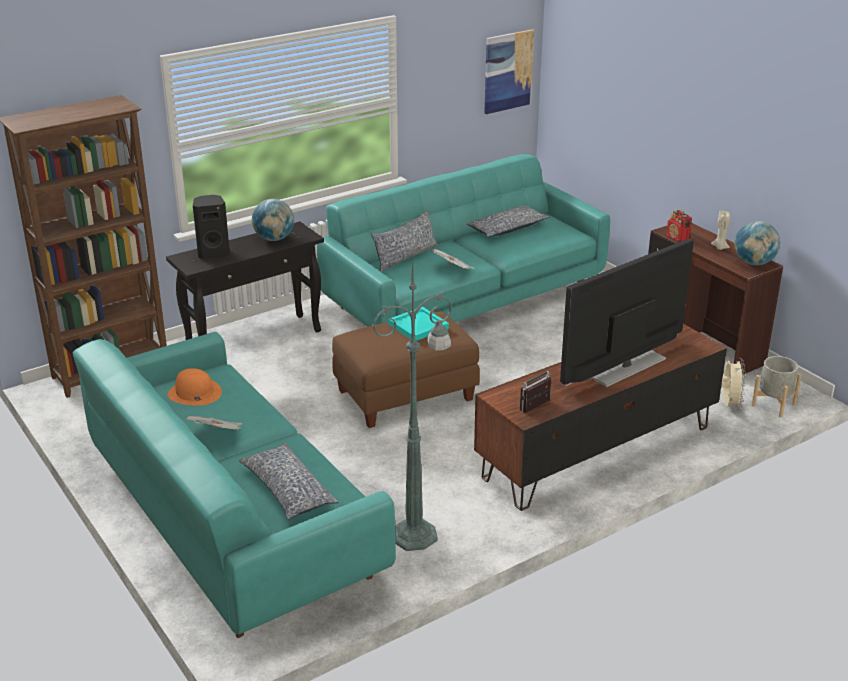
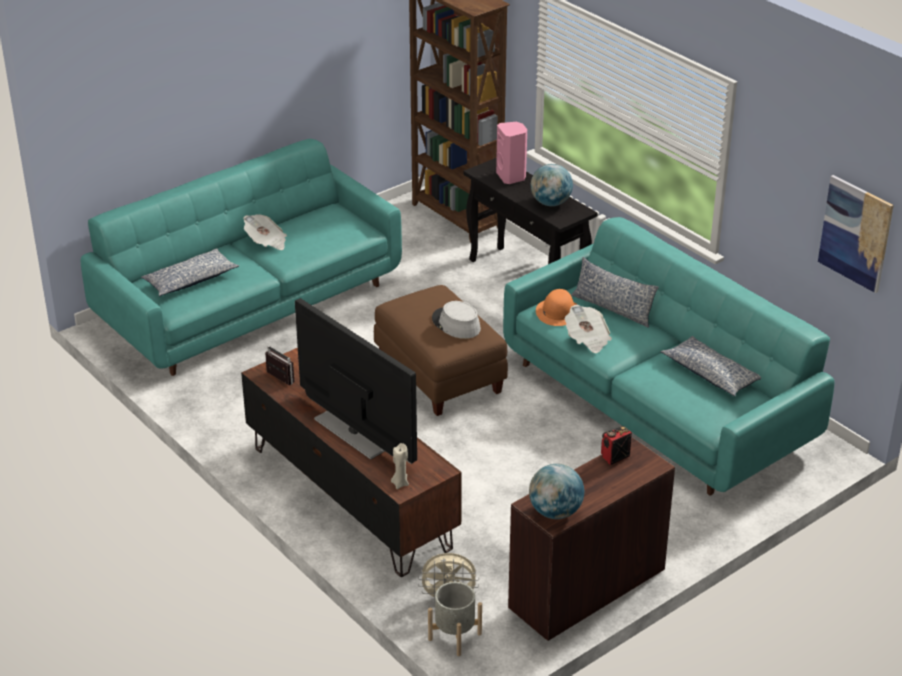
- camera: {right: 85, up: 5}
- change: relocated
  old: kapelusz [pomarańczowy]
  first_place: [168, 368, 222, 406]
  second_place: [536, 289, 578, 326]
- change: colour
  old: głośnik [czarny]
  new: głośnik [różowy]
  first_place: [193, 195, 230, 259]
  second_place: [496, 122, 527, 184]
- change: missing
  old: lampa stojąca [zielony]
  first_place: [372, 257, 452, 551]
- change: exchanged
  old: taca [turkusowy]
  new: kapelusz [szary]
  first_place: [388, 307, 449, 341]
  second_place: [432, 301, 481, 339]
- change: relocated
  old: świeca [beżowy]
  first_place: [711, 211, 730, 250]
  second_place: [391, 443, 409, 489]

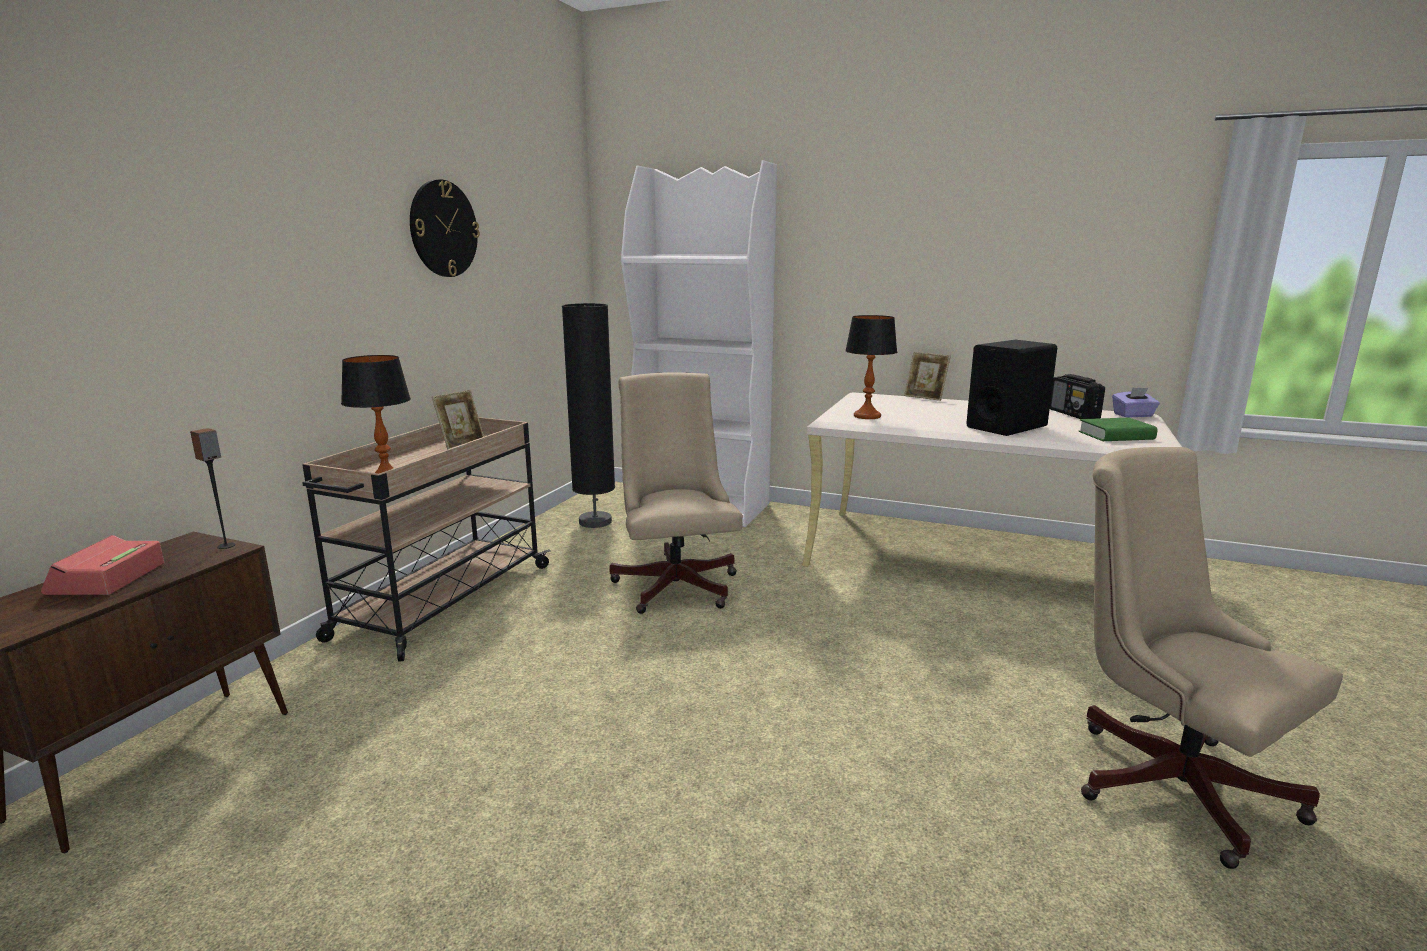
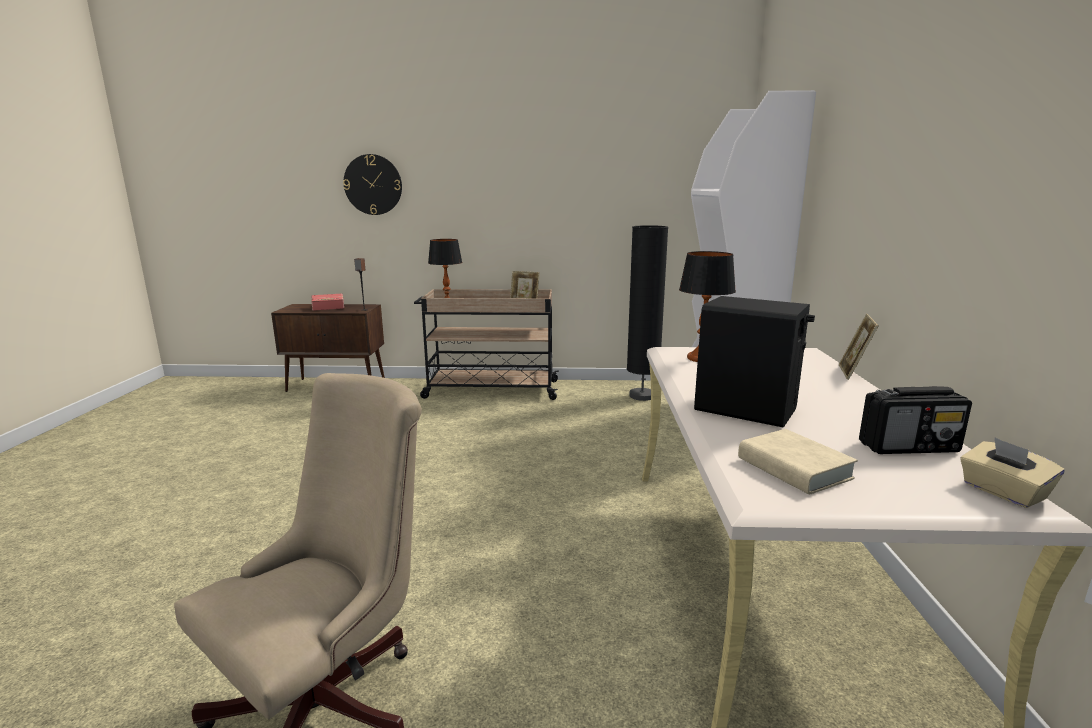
- camera: {right: 70, up: 0}
- change: relocated
  old: zegar ścienny
  first_place: [410, 179, 480, 277]
  second_place: [343, 154, 402, 215]
- change: missing
  old: krzesło biurowe [beżowy]
  first_place: [609, 372, 743, 614]
- change: spun
  old: radio
  first_place: [1050, 374, 1105, 419]
  second_place: [859, 386, 972, 454]
  degrees: -150
- change: colour
  old: książka [zielony]
  new: książka [beżowy]
  first_place: [1079, 418, 1158, 441]
  second_place: [738, 429, 858, 494]
- change: colour
  old: pudełko chusteczek [fioletowy]
  new: pudełko chusteczek [beżowy]
  first_place: [1112, 388, 1160, 418]
  second_place: [960, 437, 1065, 508]

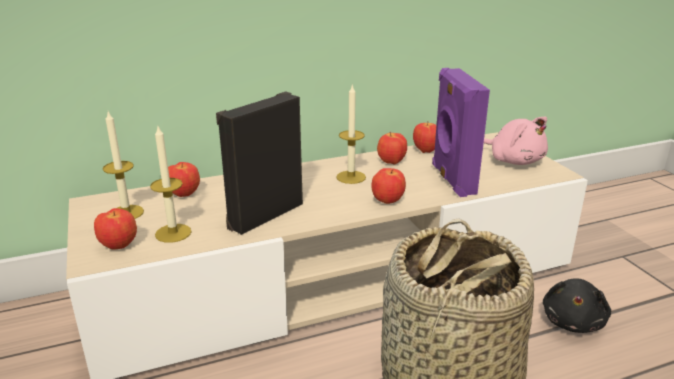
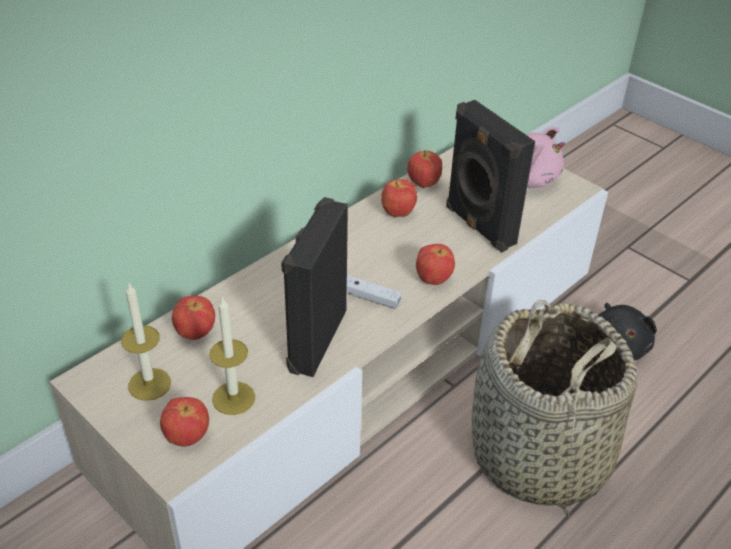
- camera: {right: -25, up: 15}
- change: missing
  old: świeca
  first_place: [336, 84, 366, 184]
- change: colour
  old: głośnik [fioletowy]
  new: głośnik [czarny]
  first_place: [432, 68, 490, 197]
  second_place: [446, 100, 535, 252]
- change: appeared
  new: pad do gier [biały]
  second_place: [347, 275, 402, 309]

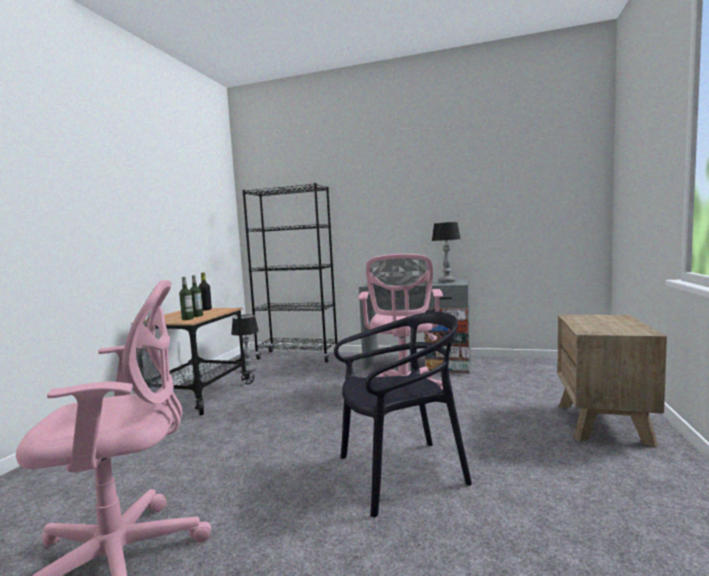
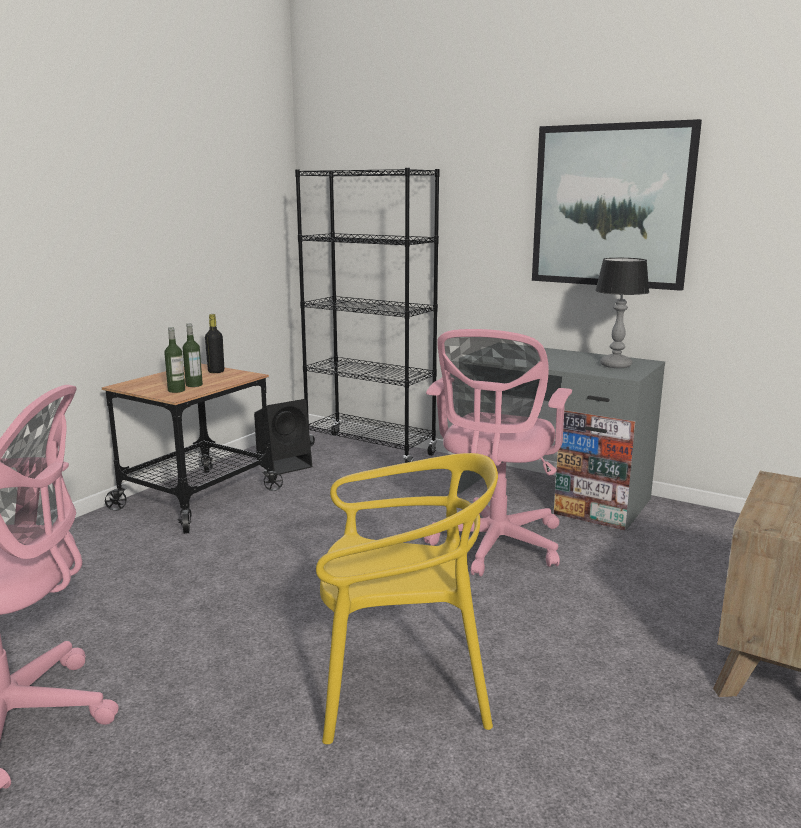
- camera: {right: 15, up: 10}
- change: exchanged
  old: lampa stołowa
  new: głośnik [czarny]
  first_place: [231, 314, 259, 373]
  second_place: [254, 399, 312, 475]
- change: colour
  old: krzesło [czarny]
  new: krzesło [żółty]
  first_place: [334, 311, 472, 517]
  second_place: [316, 453, 498, 744]
- change: appeared
  new: obraz
  second_place: [532, 119, 702, 291]

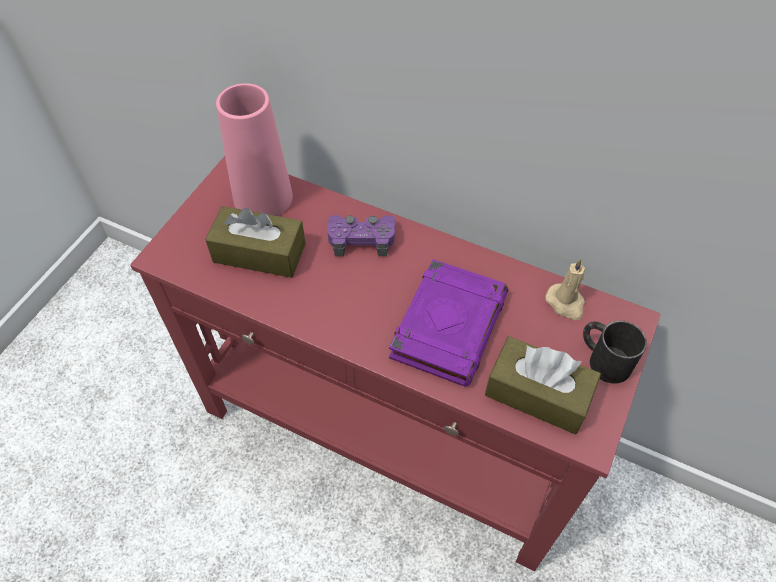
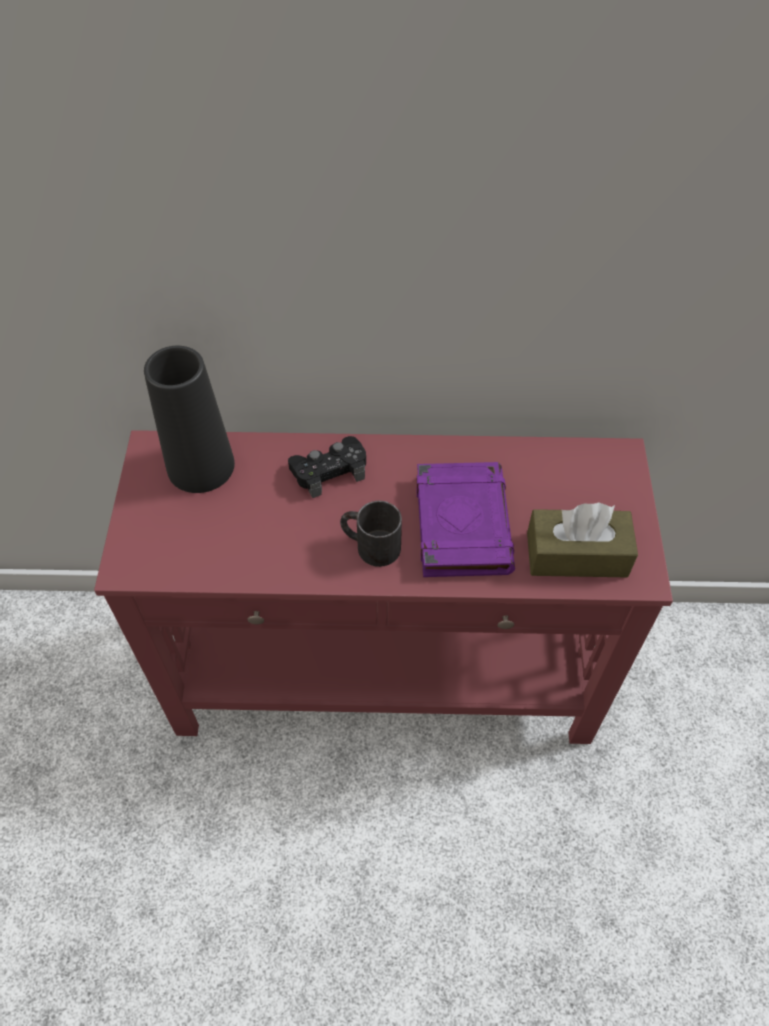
- camera: {right: -25, up: 0}
- change: missing
  old: pudełko chusteczek [brązowy]
  first_place: [205, 206, 306, 278]
- change: colour
  old: wazon [różowy]
  new: wazon [czarny]
  first_place: [216, 83, 293, 216]
  second_place: [144, 346, 235, 493]
- change: colour
  old: pad do gier [fioletowy]
  new: pad do gier [czarny]
  first_place: [327, 215, 395, 256]
  second_place: [288, 436, 366, 498]
- change: missing
  old: świeca [beżowy]
  first_place: [545, 259, 585, 320]
- change: relocated
  old: kubek [czarny]
  first_place: [583, 321, 647, 384]
  second_place: [340, 501, 402, 567]

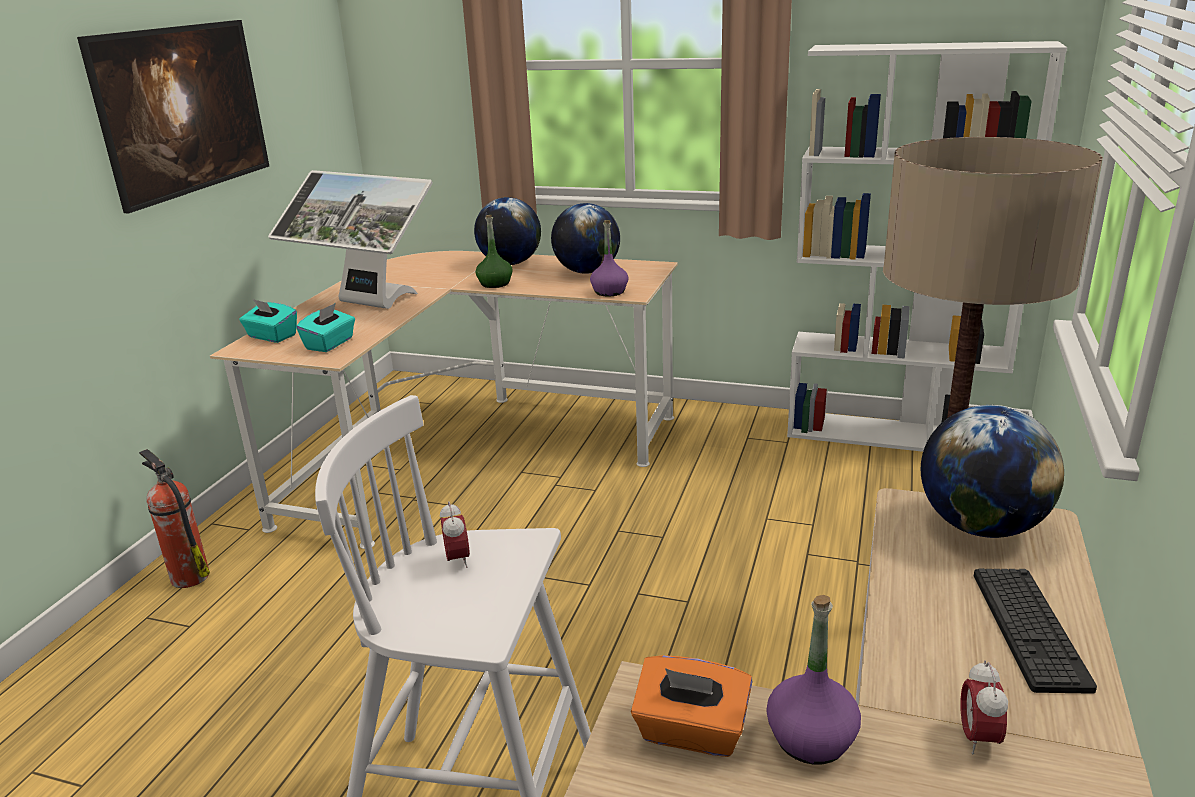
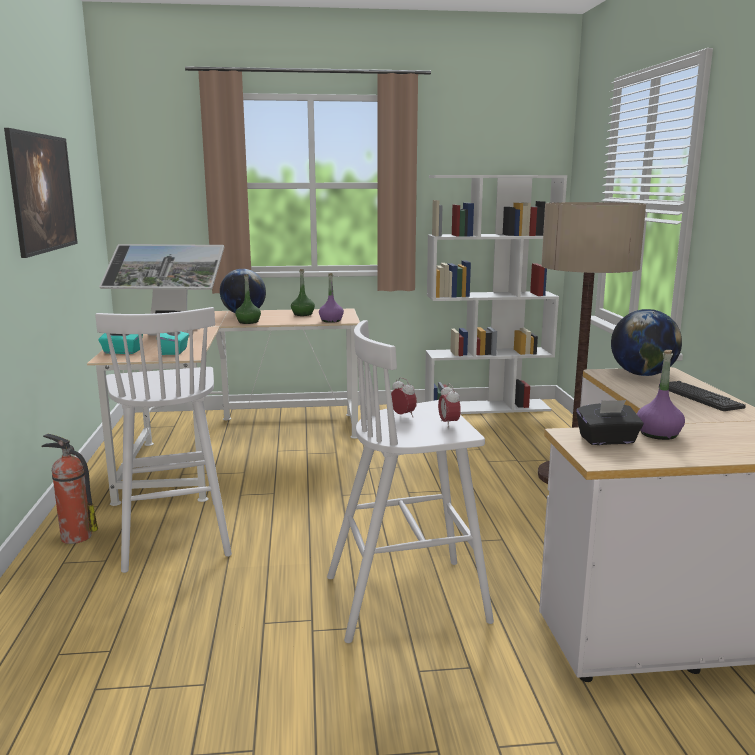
- camera: {right: -25, up: -10}
- change: exchanged
  old: globus
  new: butelka [zielony]
  first_place: [551, 203, 620, 274]
  second_place: [291, 269, 315, 316]
- change: colour
  old: pudełko chusteczek [pomarańczowy]
  new: pudełko chusteczek [czarny]
  first_place: [631, 655, 752, 757]
  second_place: [576, 400, 643, 445]
- change: relocated
  old: budzik
  first_place: [960, 660, 1008, 754]
  second_place: [438, 384, 461, 428]
- change: appeared
  new: stołek [biały]
  second_place: [95, 307, 232, 573]

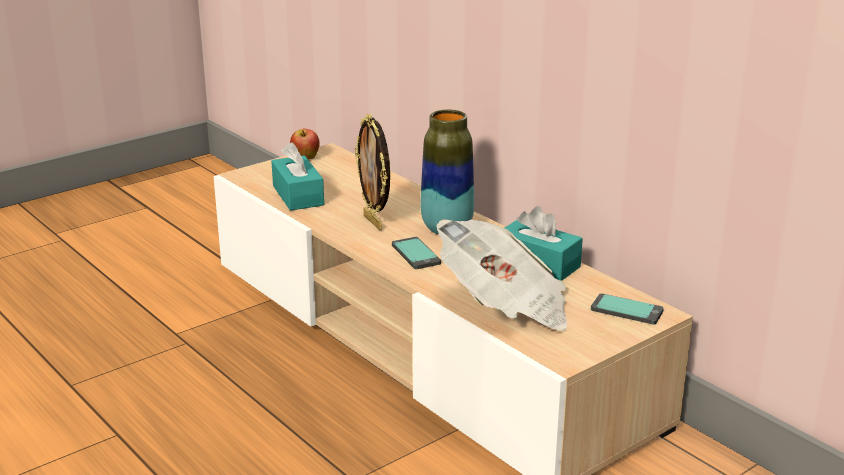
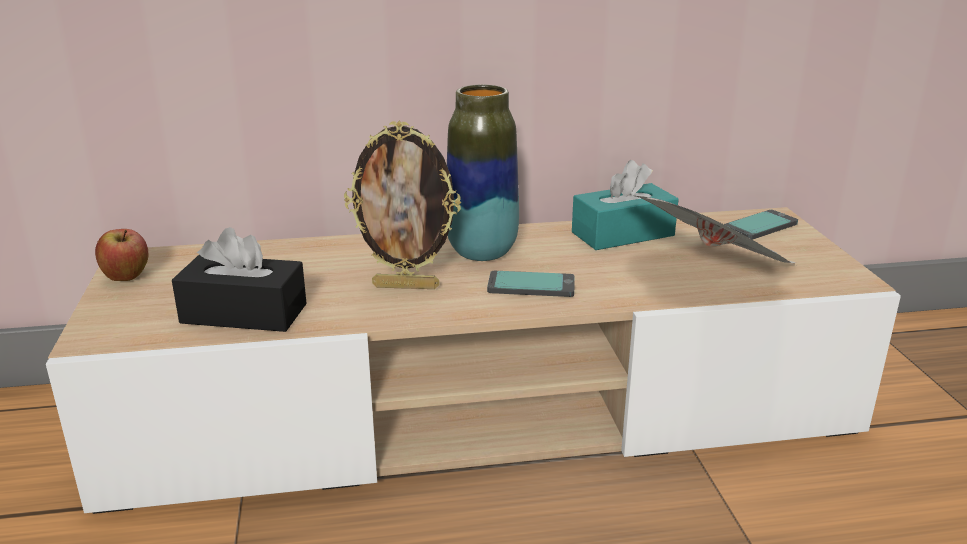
- camera: {right: -60, up: 0}
- change: colour
  old: pudełko chusteczek [turkusowy]
  new: pudełko chusteczek [czarny]
  first_place: [271, 142, 324, 211]
  second_place: [172, 227, 307, 332]

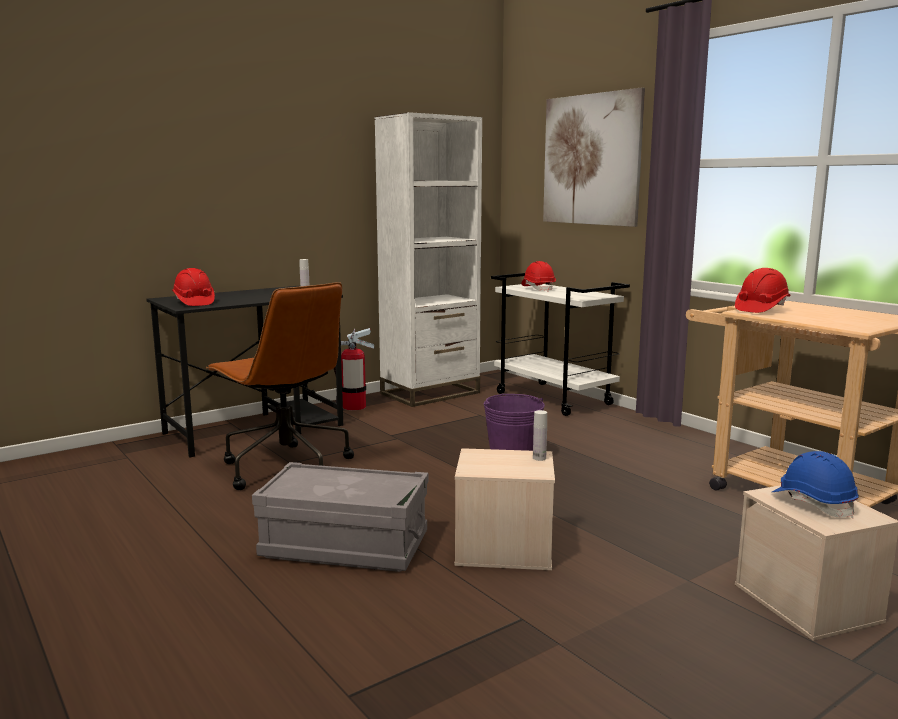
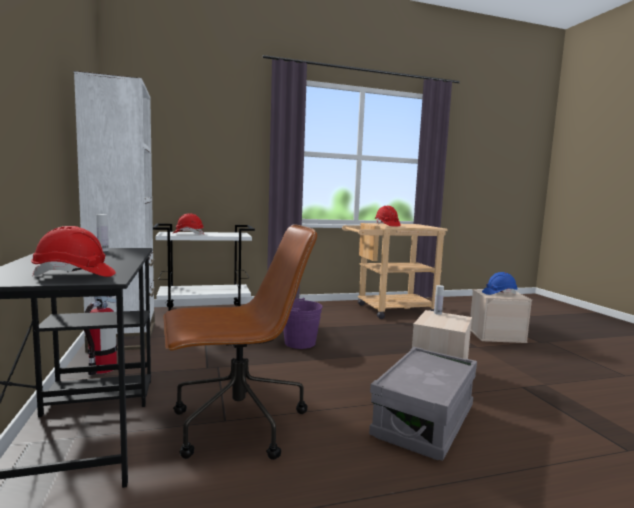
- camera: {right: -70, up: -5}
- change: missing
  old: obraz
  first_place: [543, 87, 645, 227]

